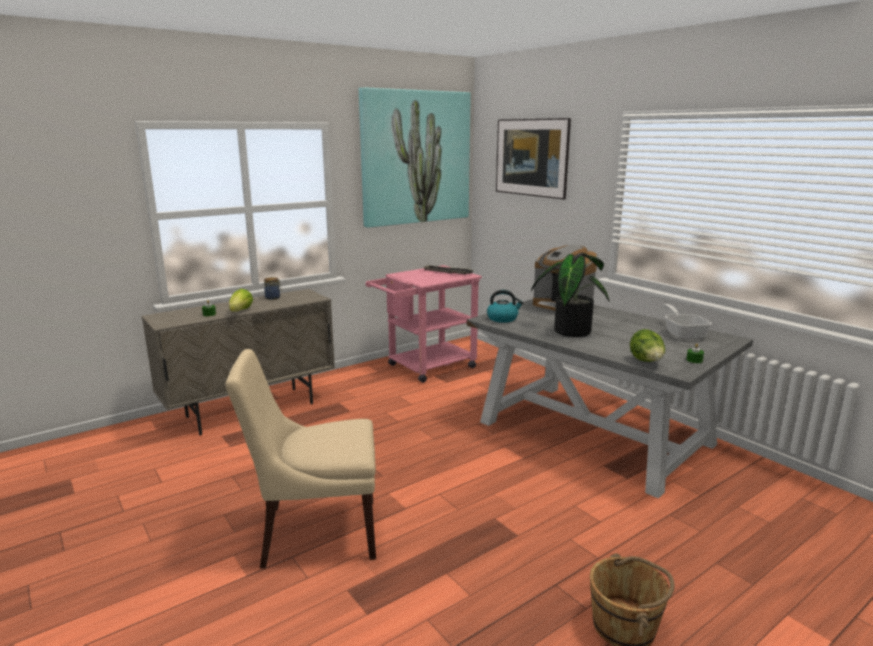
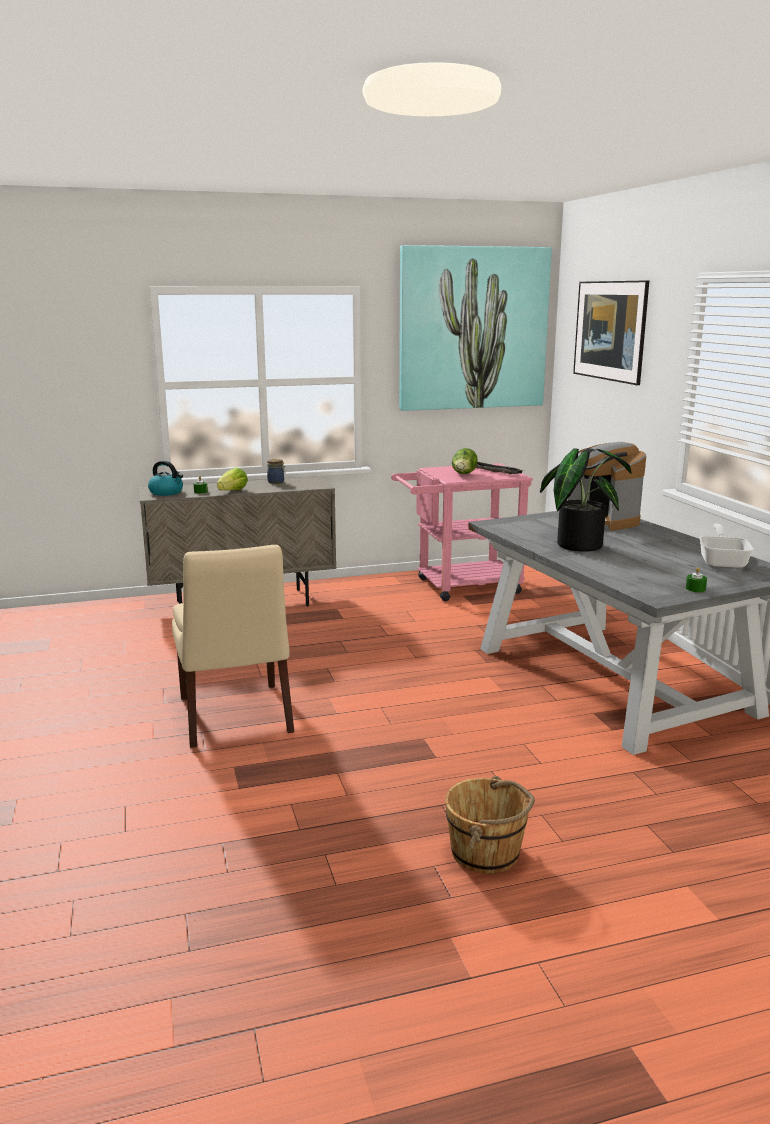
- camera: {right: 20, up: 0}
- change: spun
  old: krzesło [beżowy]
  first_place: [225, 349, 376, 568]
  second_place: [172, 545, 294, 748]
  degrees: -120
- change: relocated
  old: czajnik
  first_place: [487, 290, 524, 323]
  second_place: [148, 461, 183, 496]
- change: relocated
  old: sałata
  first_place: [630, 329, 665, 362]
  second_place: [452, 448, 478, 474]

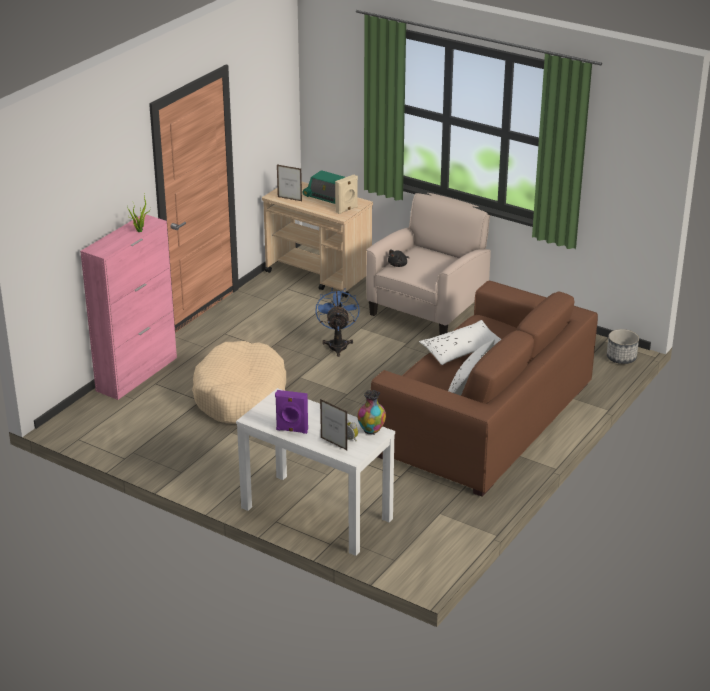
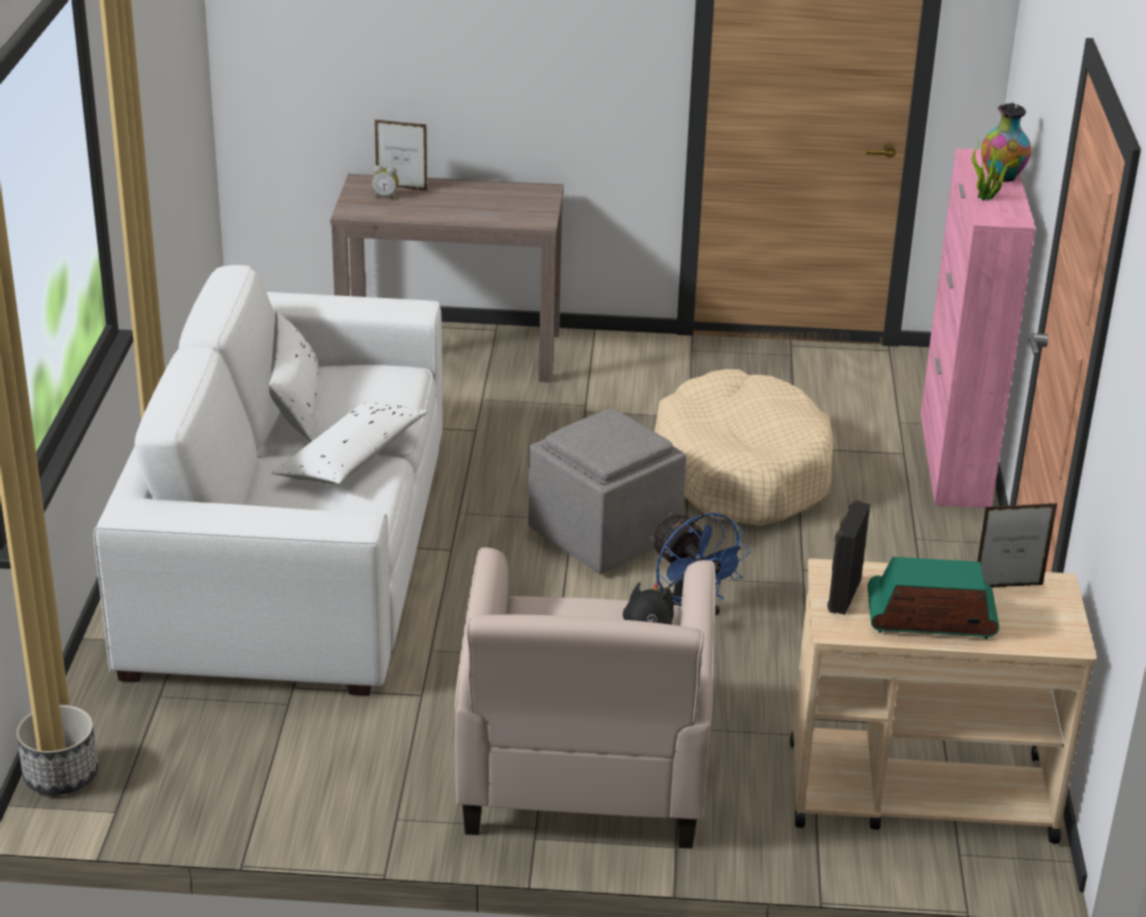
- camera: {right: 150, up: 0}
- change: colour
  old: stolik konsolowy [biały]
  new: stolik konsolowy [brązowy]
  first_place: [236, 388, 395, 556]
  second_place: [330, 174, 564, 383]
- change: missing
  old: głośnik [fioletowy]
  first_place: [275, 390, 308, 434]
- change: colour
  old: głośnik [beżowy]
  new: głośnik [czarny]
  first_place: [335, 175, 358, 214]
  second_place: [827, 500, 870, 615]
- change: relocated
  old: wazon
  first_place: [357, 390, 386, 435]
  second_place: [981, 103, 1031, 182]
- change: colour
  old: kanapa [brązowy]
  new: kanapa [biały]
  first_place: [371, 281, 598, 497]
  second_place: [93, 265, 443, 696]
- change: appeared
  new: pufa [szary]
  second_place: [528, 409, 686, 574]

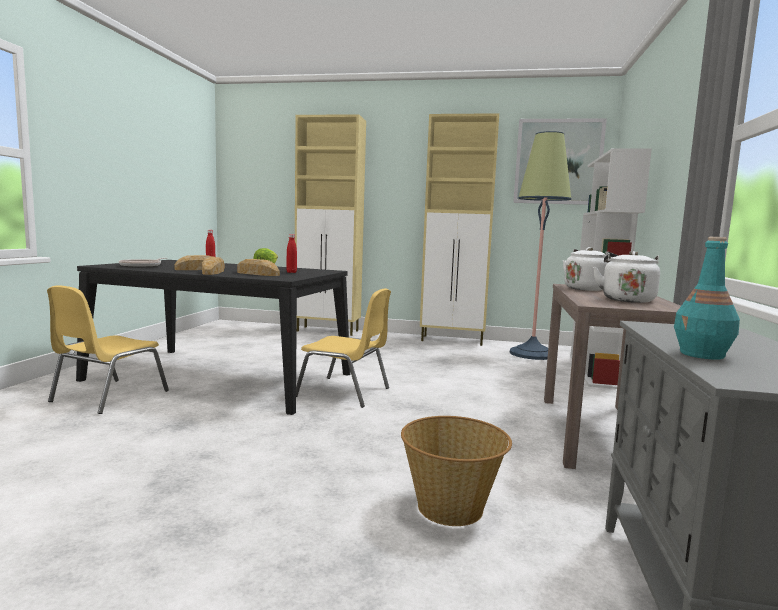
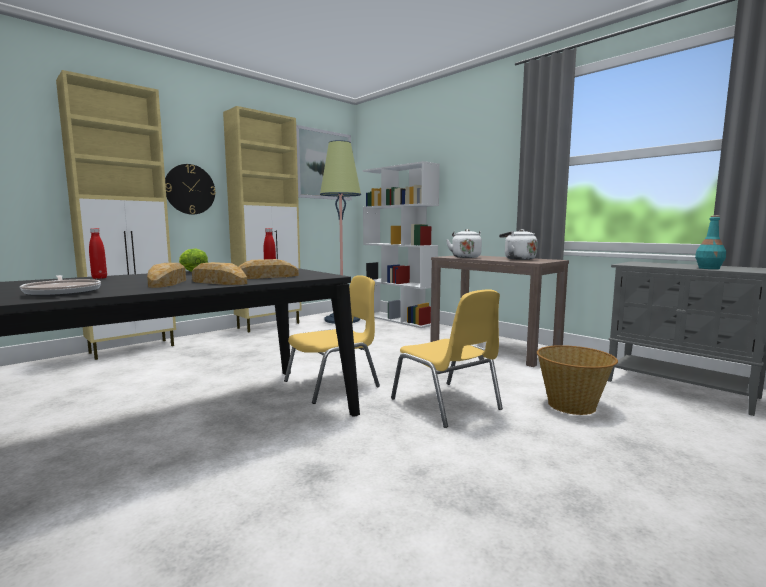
- camera: {right: -55, up: 0}
- change: relocated
  old: krzesło [żółty]
  first_place: [47, 286, 169, 414]
  second_place: [391, 290, 503, 428]
- change: appeared
  new: zegar ścienny
  second_place: [165, 164, 216, 214]

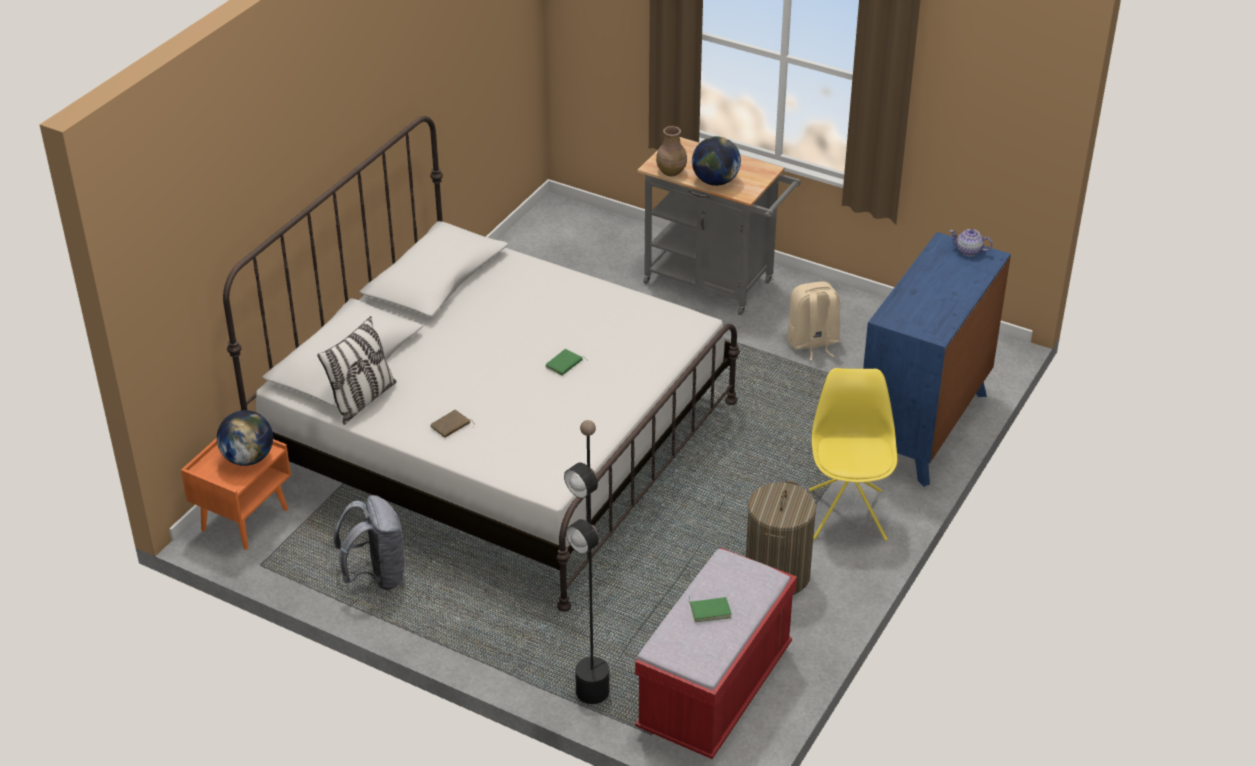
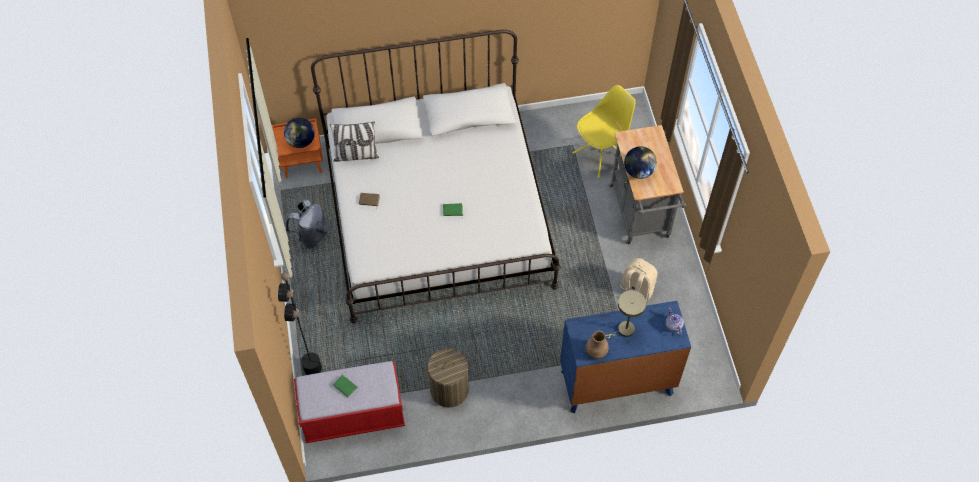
- camera: {right: 50, up: 20}
- change: relocated
  old: wazon [brązowy]
  first_place: [656, 126, 687, 176]
  second_place: [586, 331, 609, 359]
- change: relocated
  old: krzesło [żółty]
  first_place: [809, 368, 897, 541]
  second_place: [573, 85, 636, 178]
- change: appeared
  new: lampa stołowa [beżowy]
  second_place: [605, 290, 646, 338]

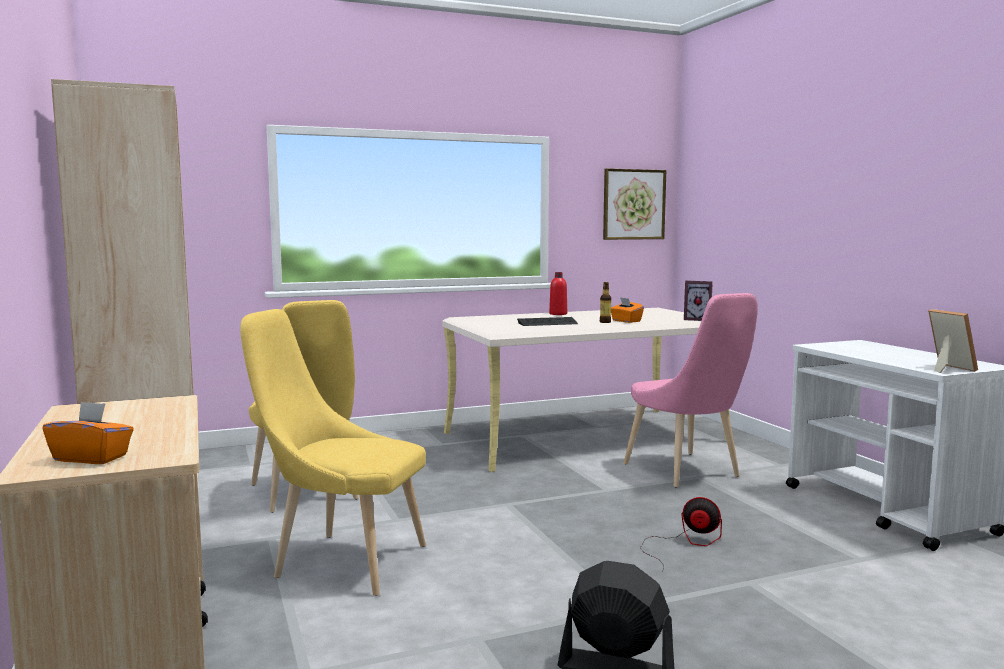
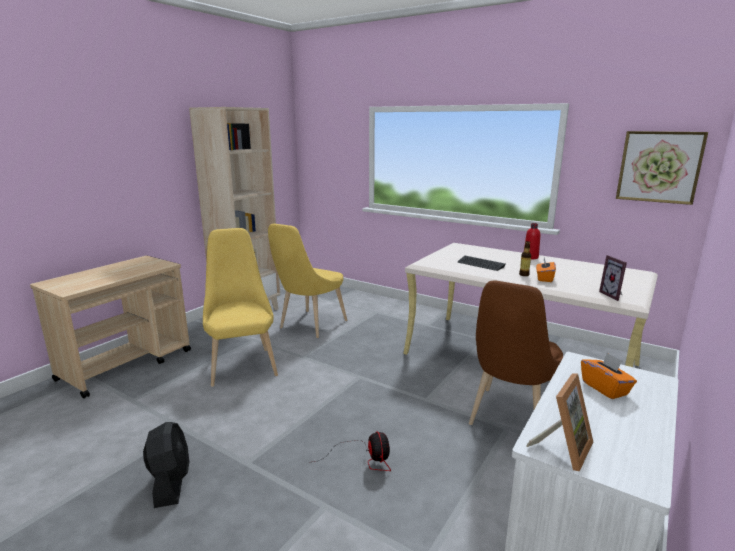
- camera: {right: 55, up: 10}
- change: relocated
  old: pudełko chusteczek [pomarańczowy]
  first_place: [42, 402, 134, 464]
  second_place: [581, 352, 637, 399]
- change: colour
  old: krzesło [różowy]
  new: krzesło [brązowy]
  first_place: [624, 293, 758, 487]
  second_place: [469, 281, 564, 425]

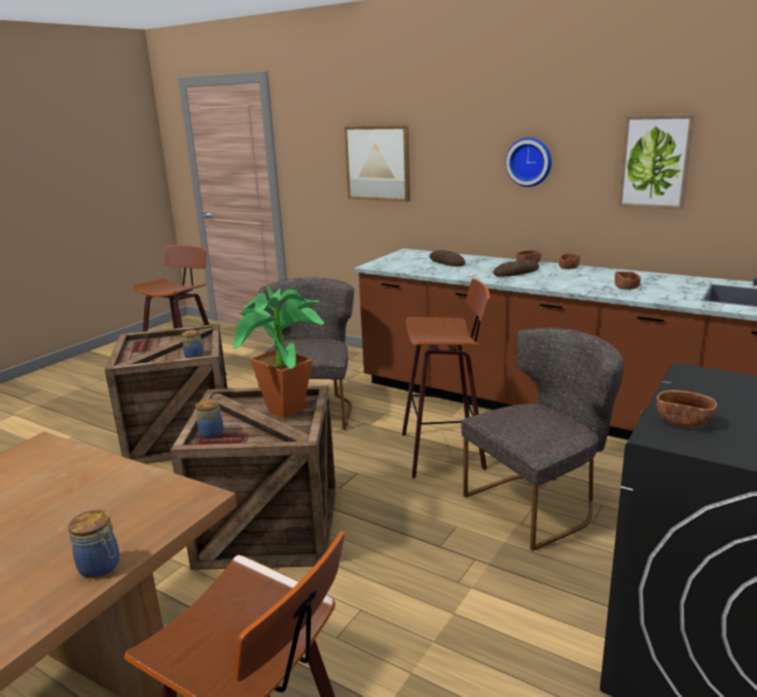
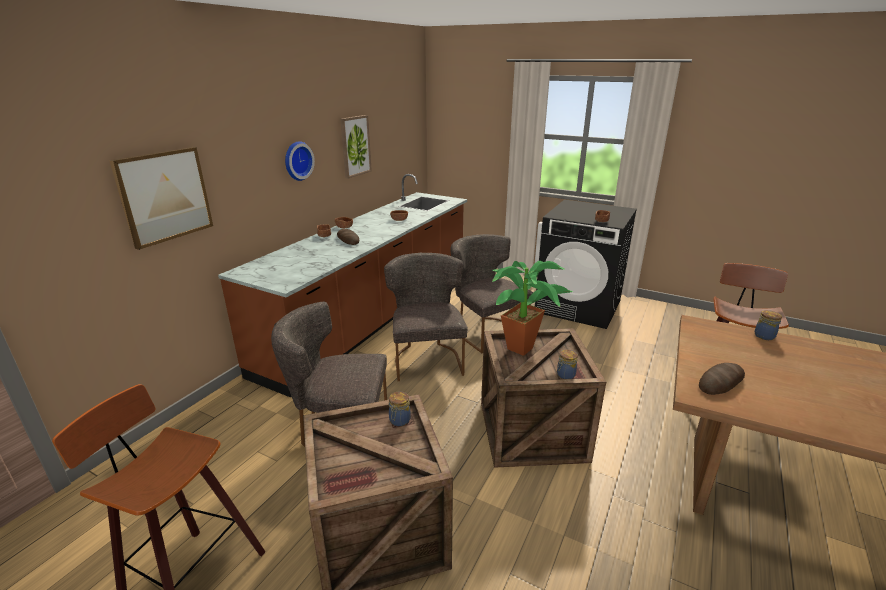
- camera: {right: -95, up: 5}
- change: exchanged
  old: stołek
  new: krzesło [szary]
  first_place: [402, 279, 490, 479]
  second_place: [384, 252, 468, 381]
- change: relocated
  old: chleb
  first_place: [430, 250, 465, 266]
  second_place: [699, 363, 745, 395]

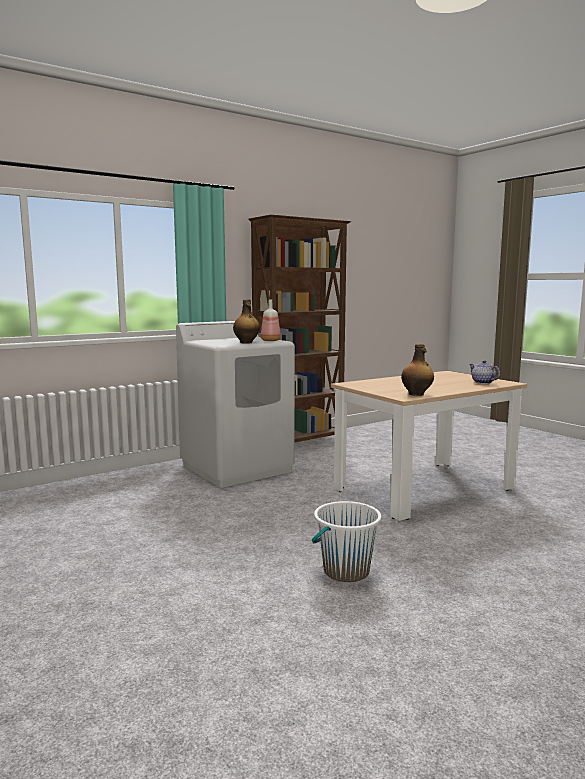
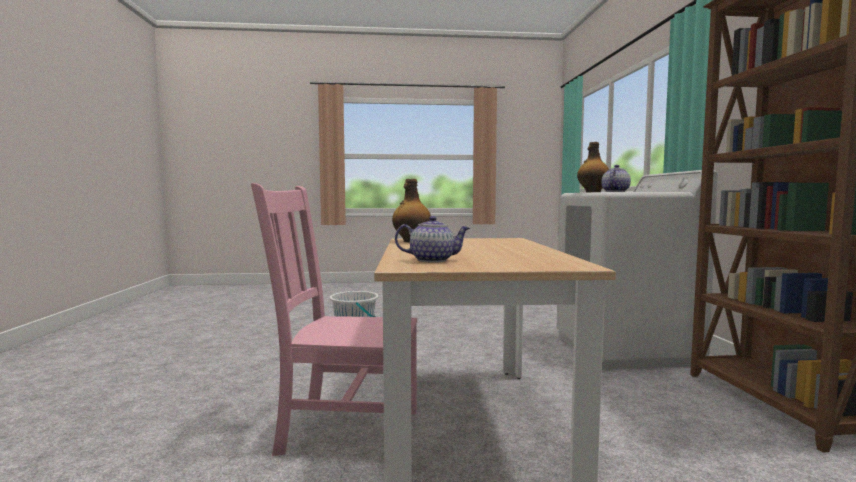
- camera: {right: 120, up: -5}
- change: exchanged
  old: butelka
  new: imbryk
  first_place: [261, 299, 281, 341]
  second_place: [601, 165, 631, 192]
- change: appeared
  new: krzesło [różowy]
  second_place: [251, 183, 417, 456]

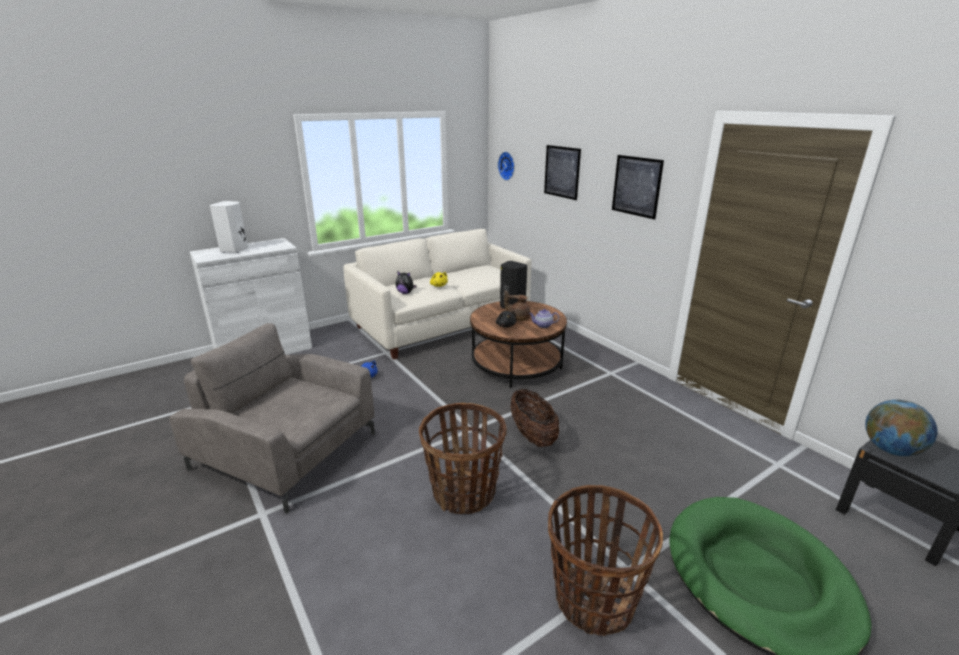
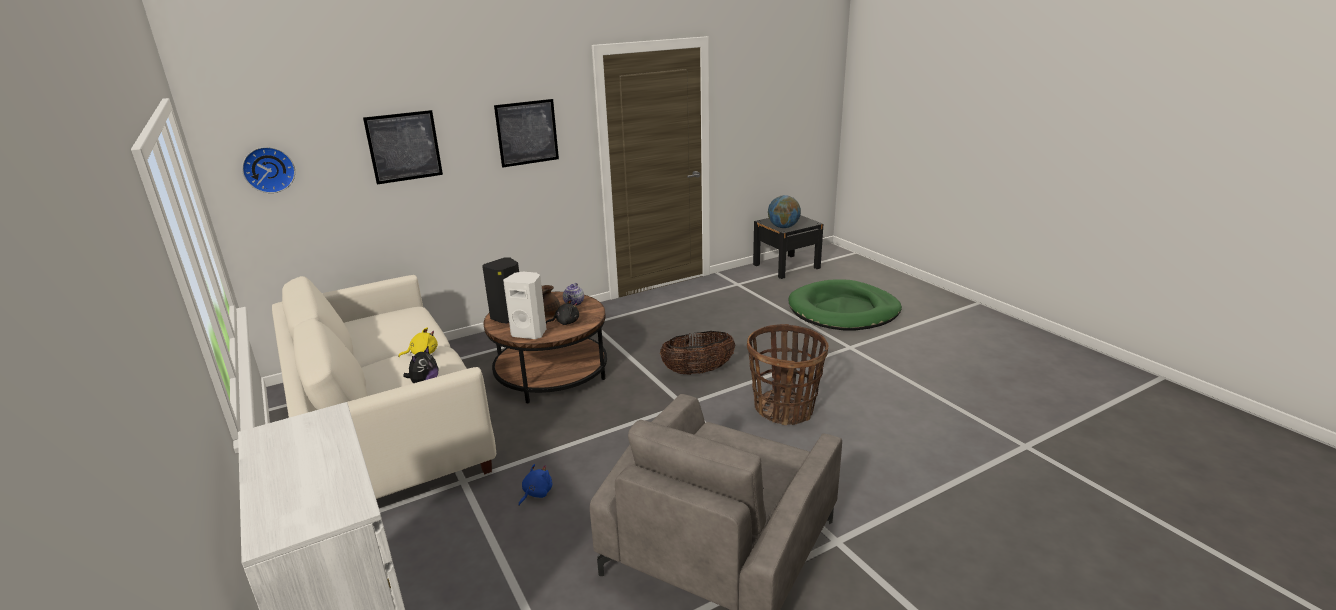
- camera: {right: -85, up: 0}
- change: relocated
  old: głośnik [biały]
  first_place: [210, 201, 248, 253]
  second_place: [503, 272, 546, 339]
- change: missing
  old: koszyk
  first_place: [548, 485, 663, 636]

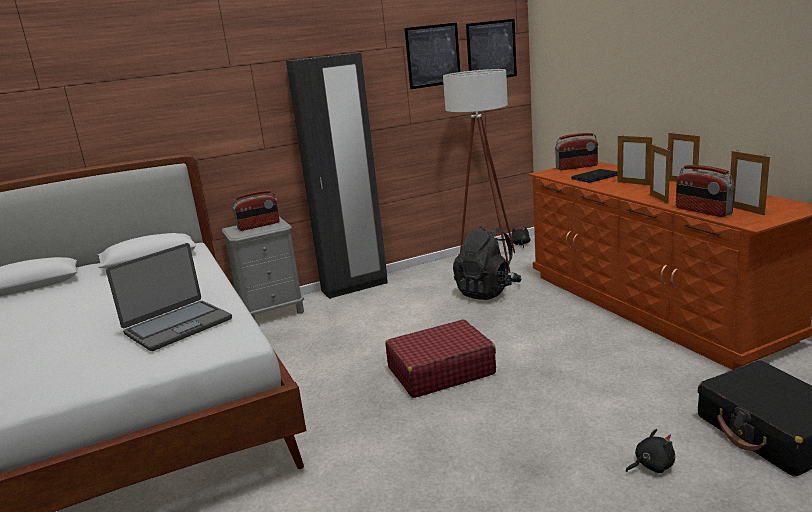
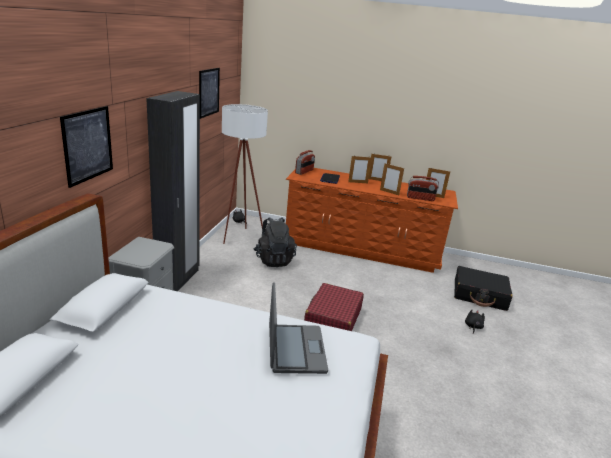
- camera: {right: -55, up: 5}
- change: missing
  old: radio
  first_place: [232, 190, 280, 231]
- change: relocated
  old: obraz
  first_place: [466, 19, 517, 77]
  second_place: [60, 106, 113, 188]

